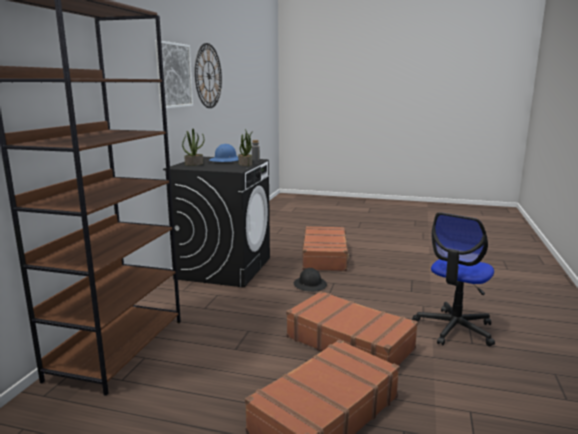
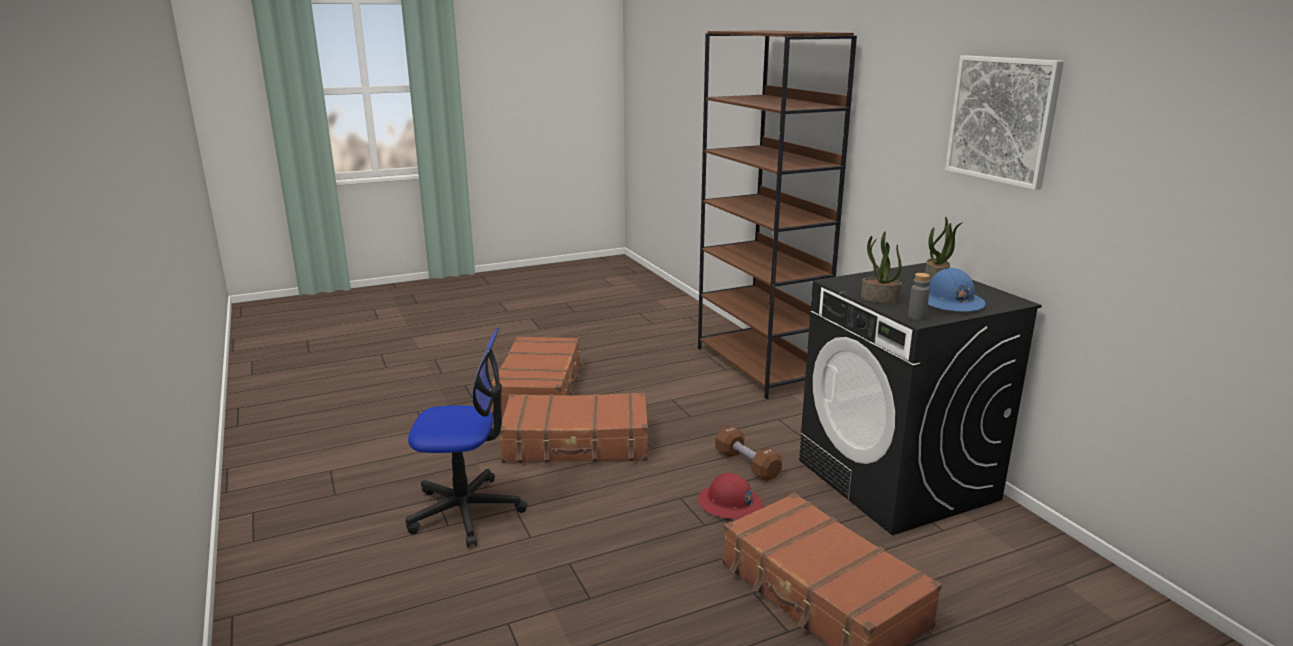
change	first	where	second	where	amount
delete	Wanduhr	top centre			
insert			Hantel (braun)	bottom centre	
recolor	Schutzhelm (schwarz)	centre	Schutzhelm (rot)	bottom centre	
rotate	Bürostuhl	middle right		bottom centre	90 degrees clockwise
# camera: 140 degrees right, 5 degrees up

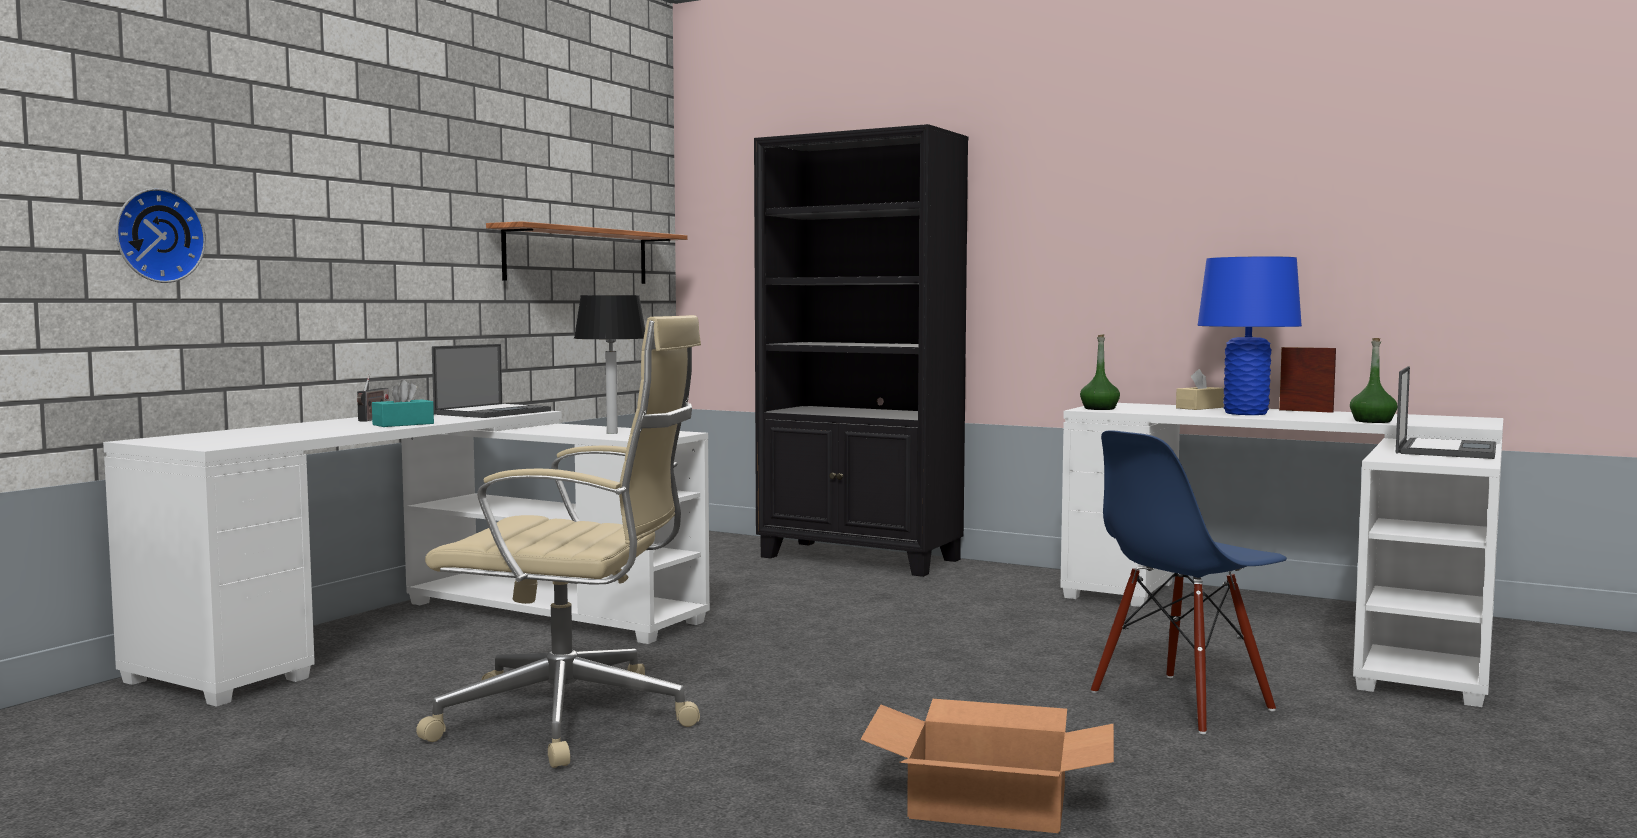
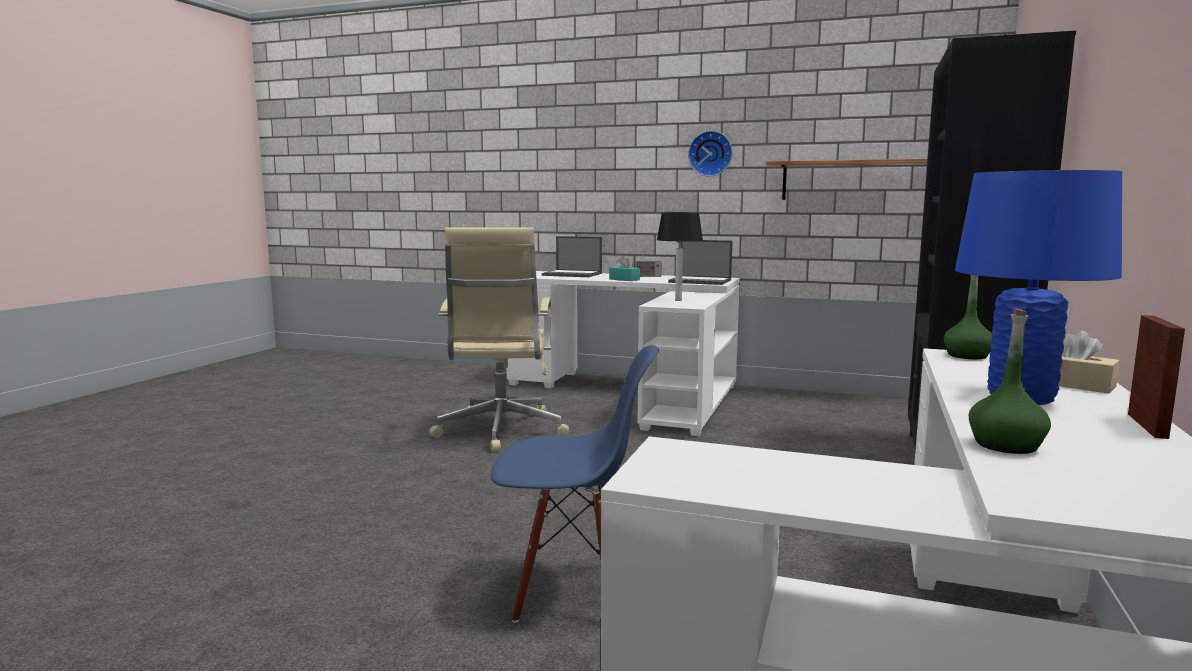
change	first	where	second	where	amount
delete	Karton	bottom centre			
move	Wanduhr	top left		top centre	
move	Laptop (2nd from left in the first image)	middle right	Laptop (1st from left)	centre	
rotate	Stuhl (blau)	bottom right		bottom centre	135 degrees clockwise
# camera: 80 degrees right, 5 degrees up

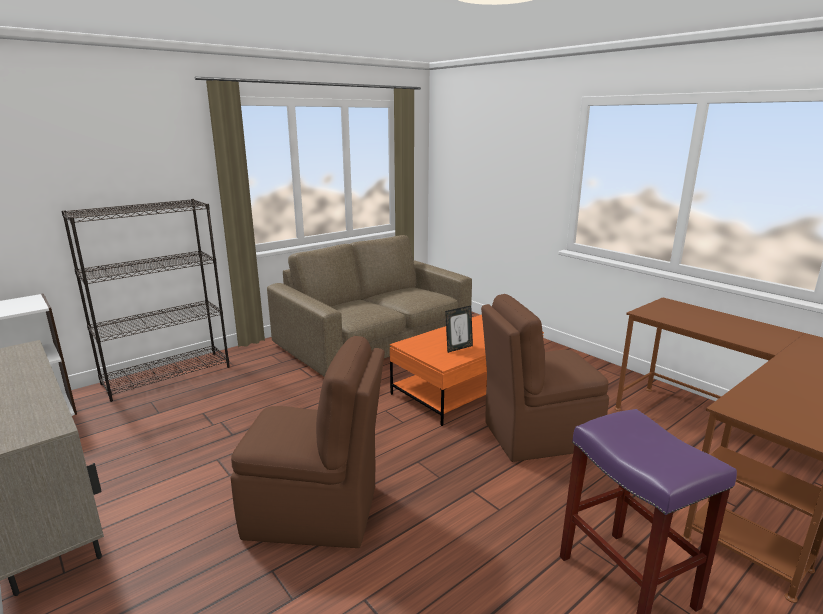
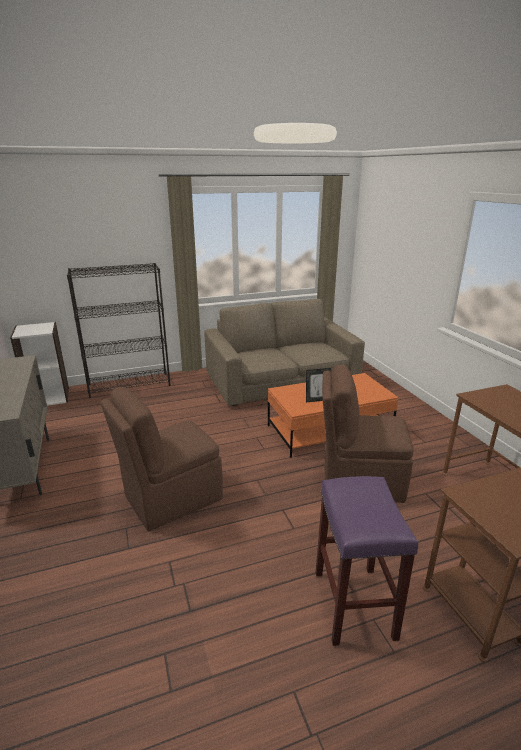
change	first	where	second	where	amount
rotate	Stuhl (braun) (1st from left)	bottom centre		middle left	120 degrees clockwise
# camera: 20 degrees right, 5 degrees up

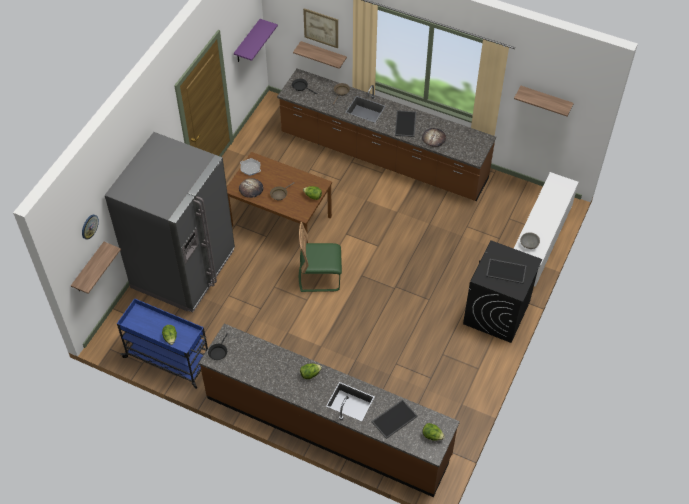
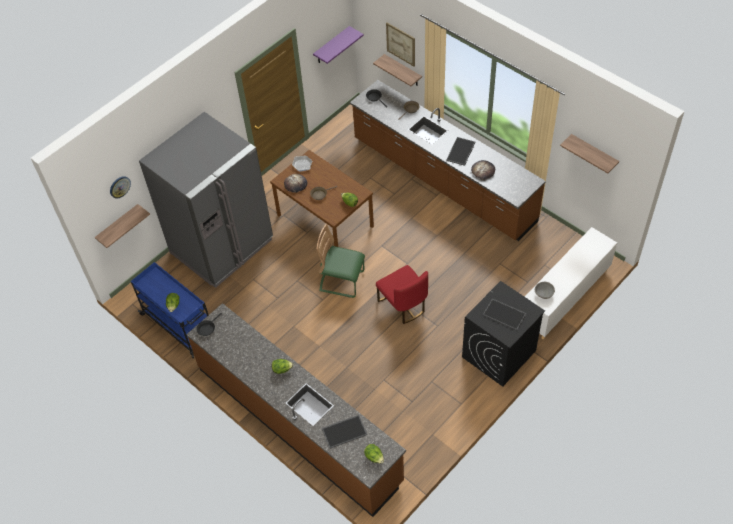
change	first	where	second	where	amount
insert			Stuhl (rot)	centre	
# camera: 20 degrees right, 0 degrees up

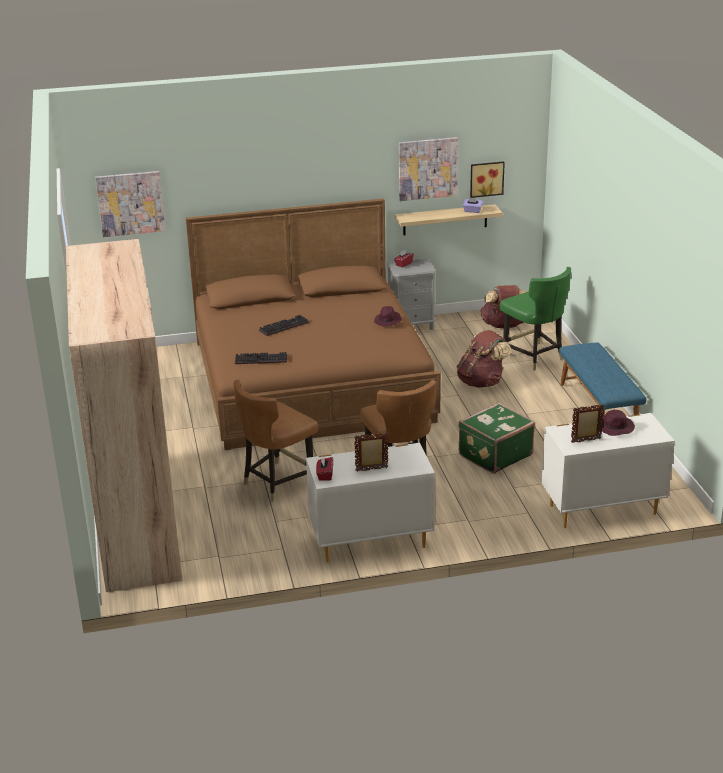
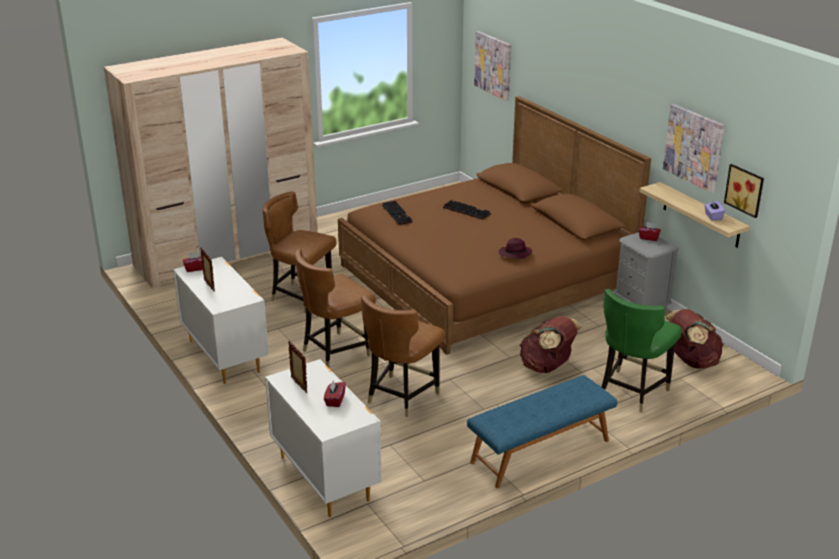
change	first	where	second	where	amount
replace	Koffer (grün)	middle right	Stuhl (braun) (3rd from left)	centre	
replace	Hut (lila) (2nd from left)	middle right	Taschentuchbox (rot) (2nd from left)	bottom centre	
# camera: 70 degrees right, 0 degrees up

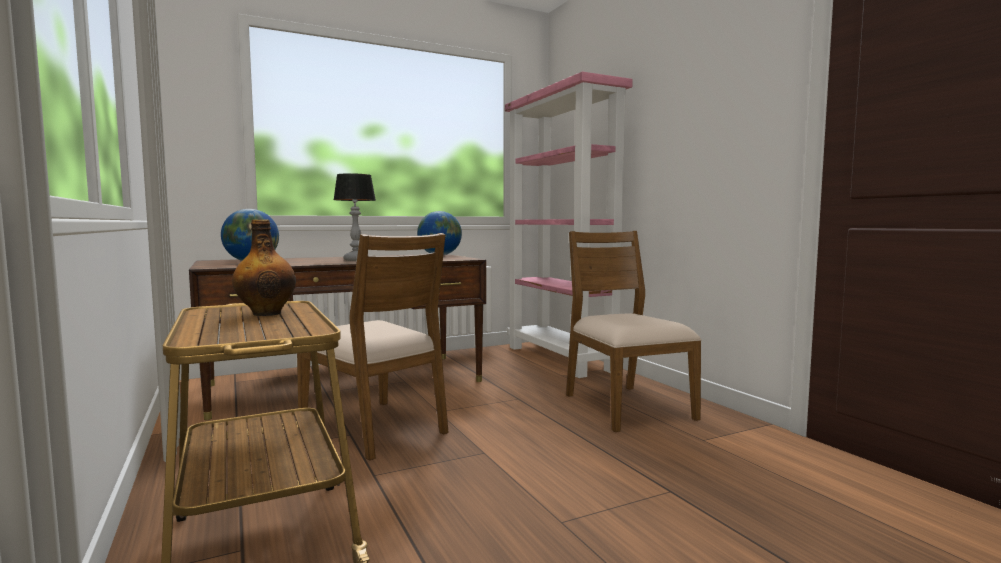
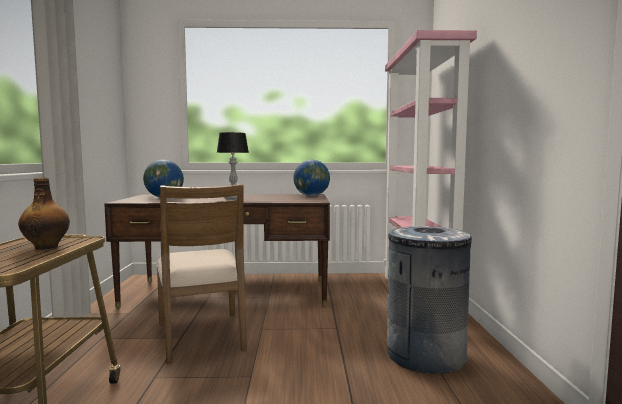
change	first	where	second	where	amount
replace	Stuhl (braun) (2nd from left)	centre	Mülleimer (grau)	bottom right	
# camera: 25 degrees right, 0 degrees up

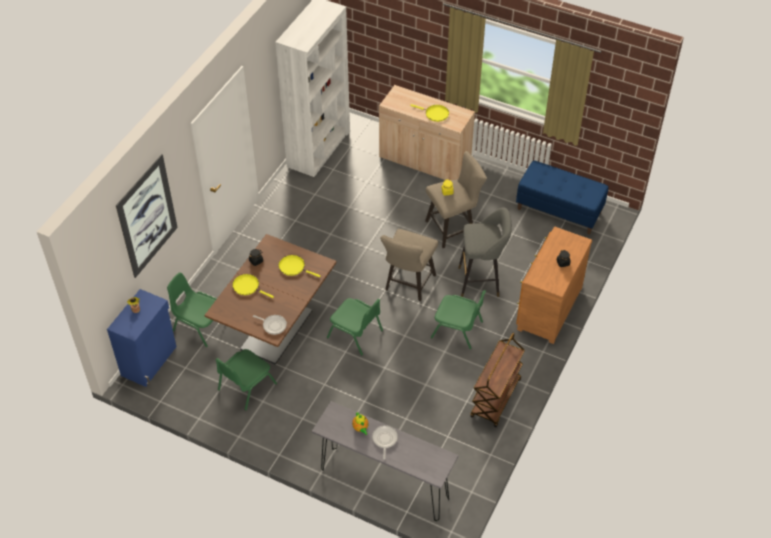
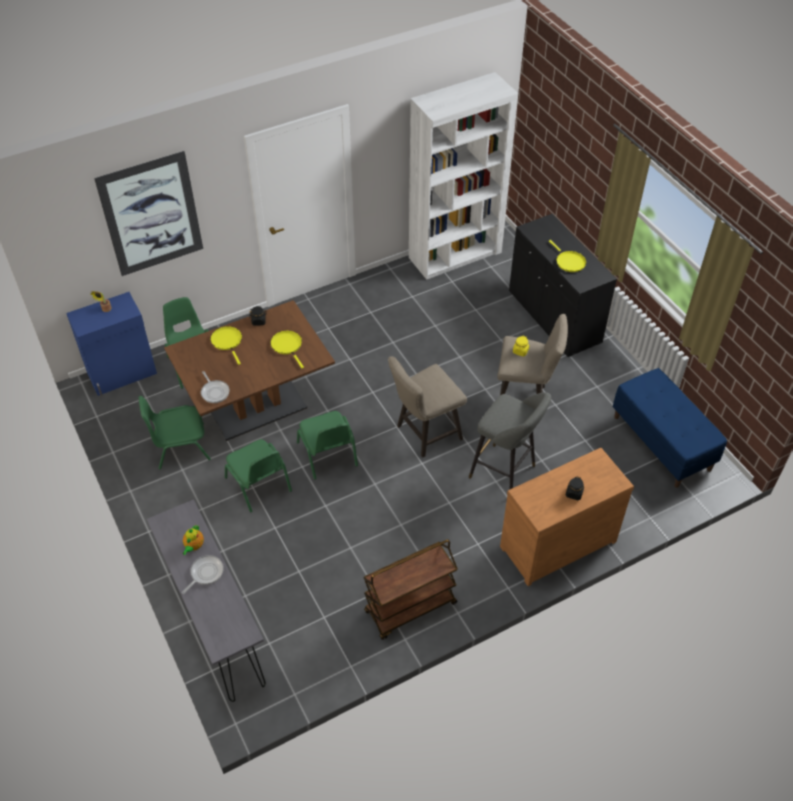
change	first	where	second	where	amount
move	Stuhl (grün) (4th from left in the first image)	centre	Stuhl (grün) (3rd from left)	middle left	
recolor	Schrank (beige)	top centre	Schrank (schwarz)	middle right	
# camera: 35 degrees right, 0 degrees up

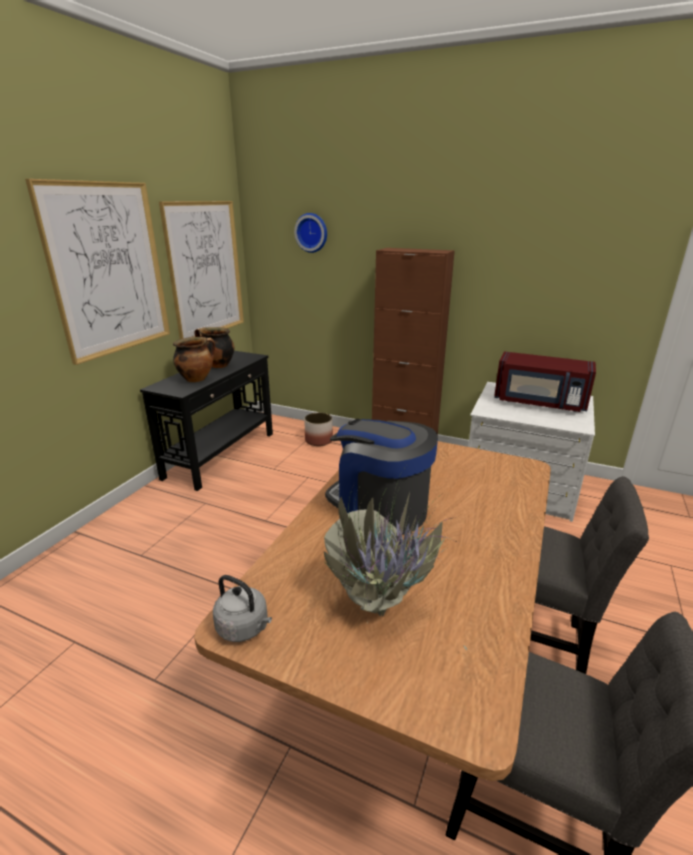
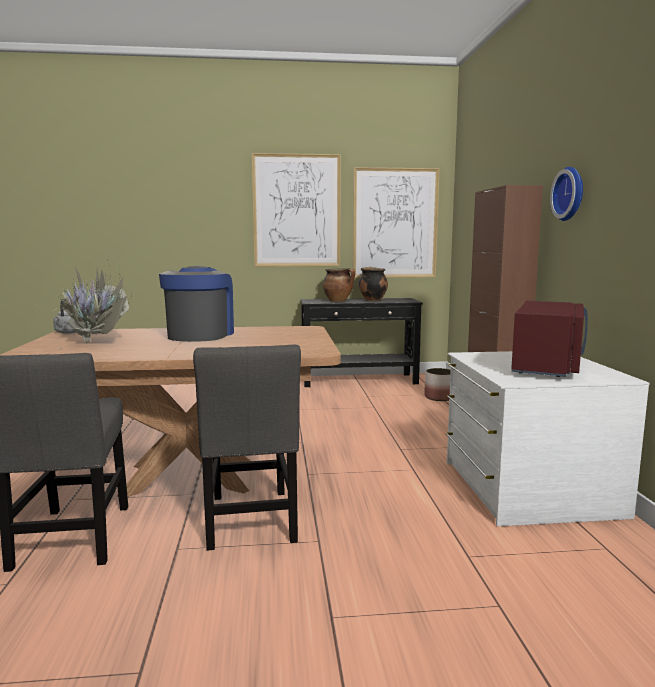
change	first	where	second	where	amount
move	Wanduhr	top centre		top right	
rotate	Mikrowelle (rot)	middle right		middle right	150 degrees counterclockwise
# camera: 60 degrees right, 15 degrees down

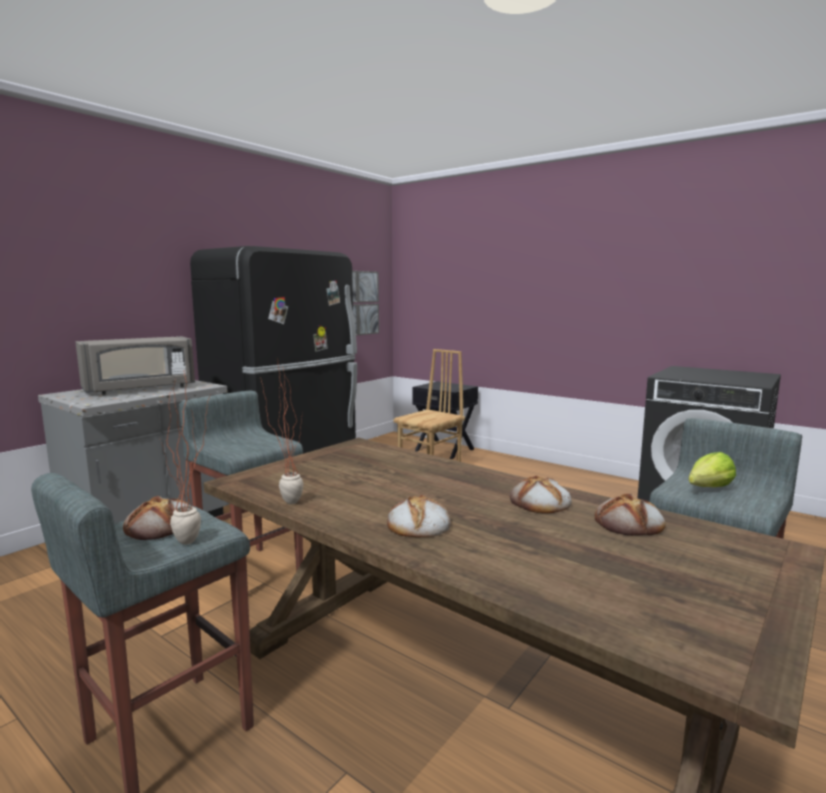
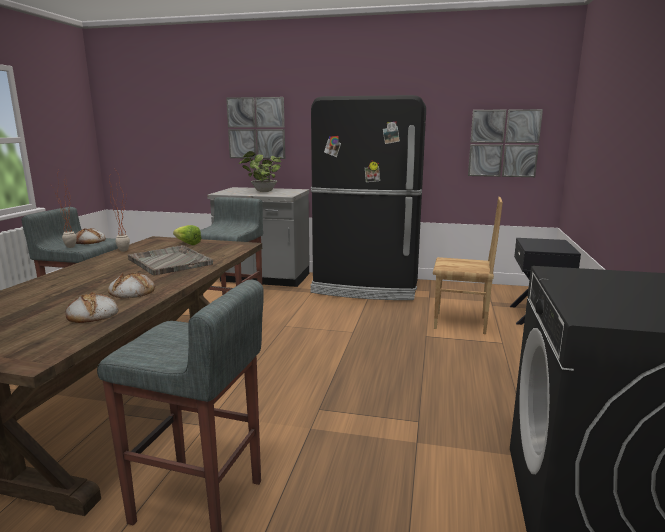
change	first	where	second	where	amount
delete	Brot (2nd from left)	centre			
insert			Tablett (grau)	middle left	
insert			Bild (1st from left)	top centre	
move	Salatkopf	middle right		middle left	
replace	Mikrowelle (grau)	middle left	Topfpflanze (3rd from left)	top centre	
# camera: 65 degrees right, 5 degrees up

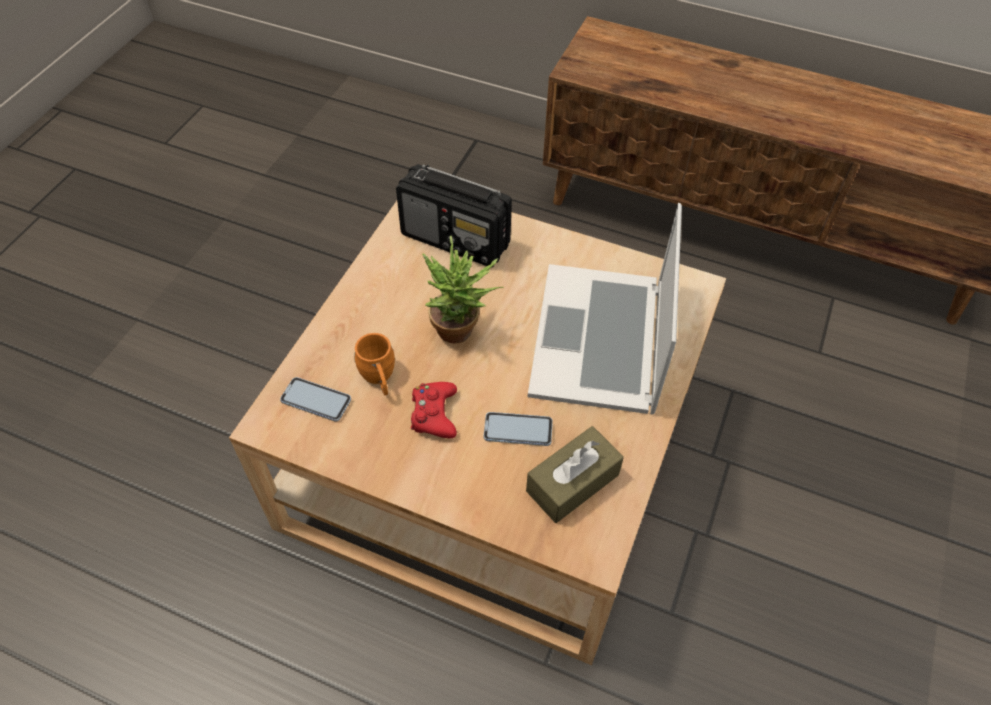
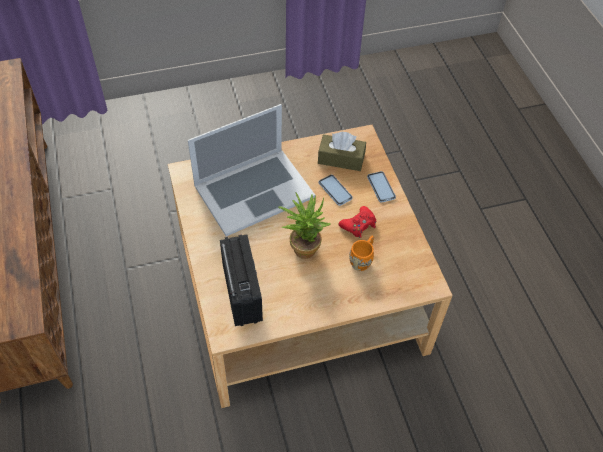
change	first	where	second	where	amount
move	Handy (1st from left in the first image)	middle left	Handy (2nd from left)	centre	
# camera: 130 degrees left, 0 degrees up

